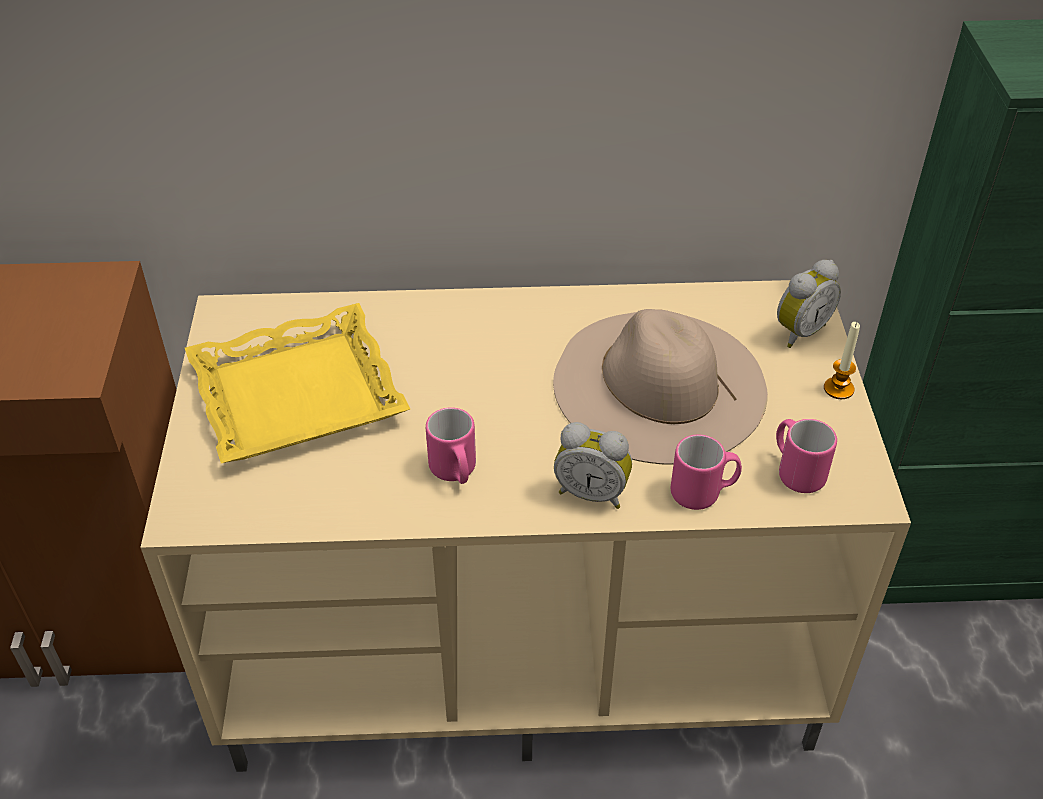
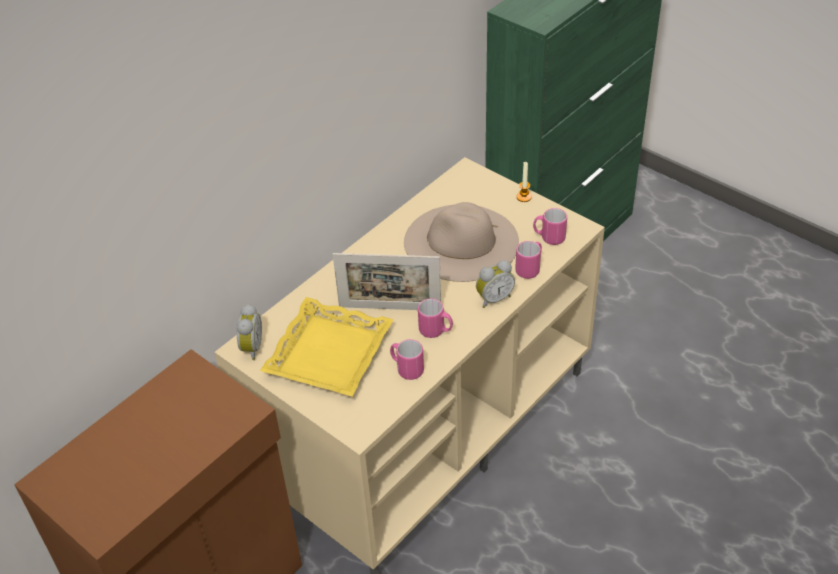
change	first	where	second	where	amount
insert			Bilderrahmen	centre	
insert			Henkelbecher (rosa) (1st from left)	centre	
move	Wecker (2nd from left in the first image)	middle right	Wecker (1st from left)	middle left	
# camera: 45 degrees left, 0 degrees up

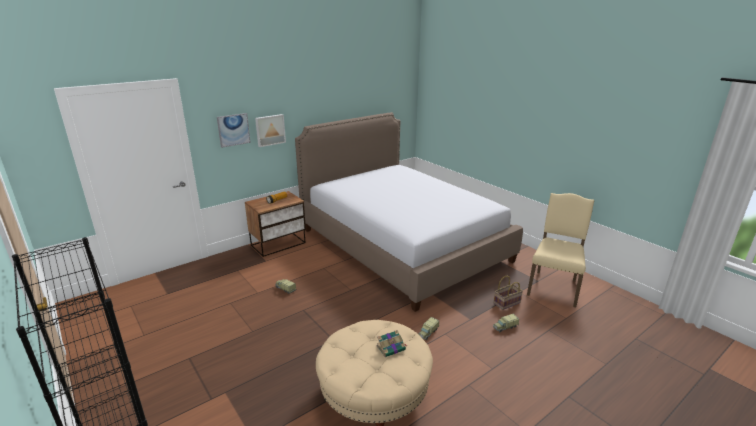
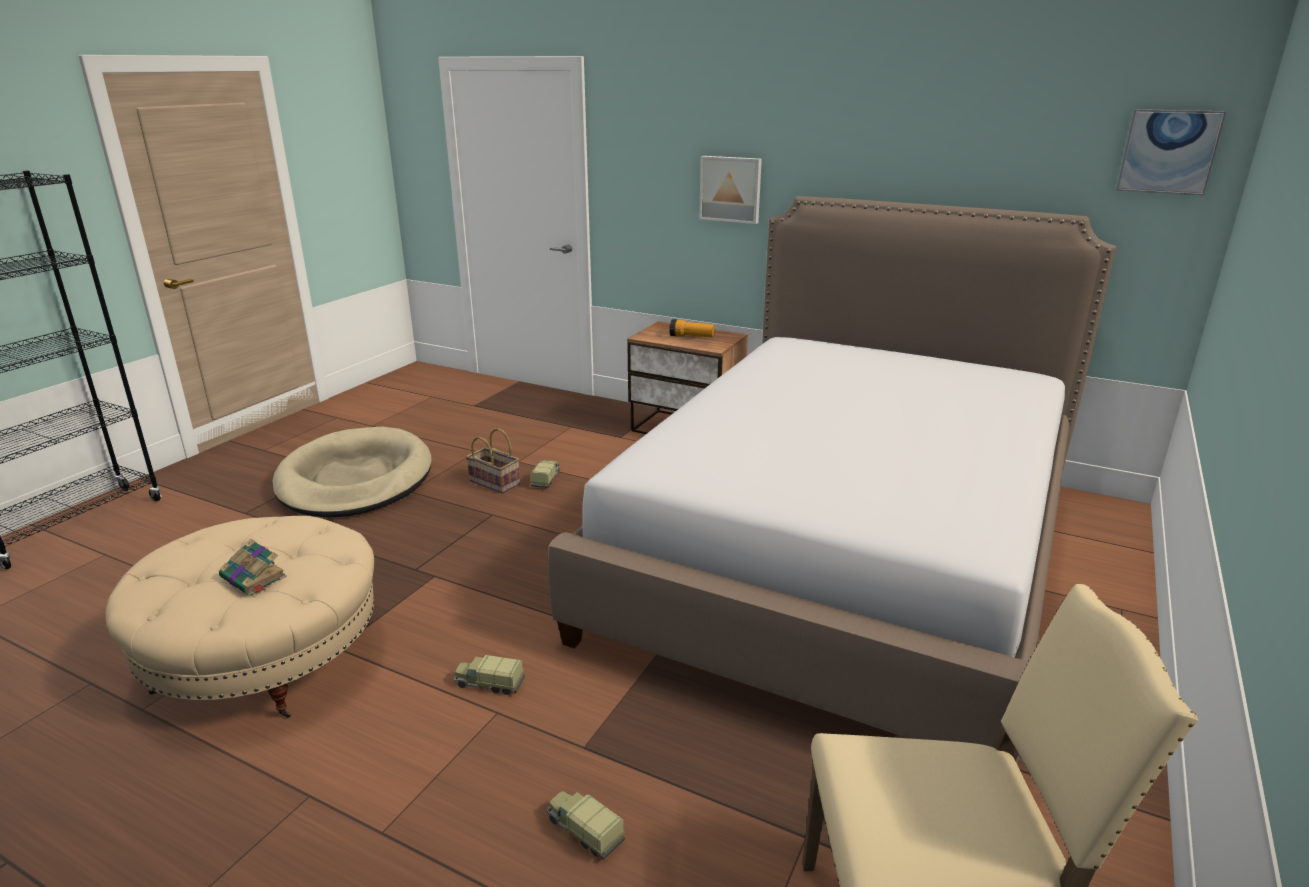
change	first	where	second	where	amount
insert			Hundebett (beige)	middle left	
move	Bild (1st from left in the first image)	top left	Bild (2nd from left)	top right	
move	Korb	bottom right		centre	
# camera: 65 degrees right, 0 degrees up

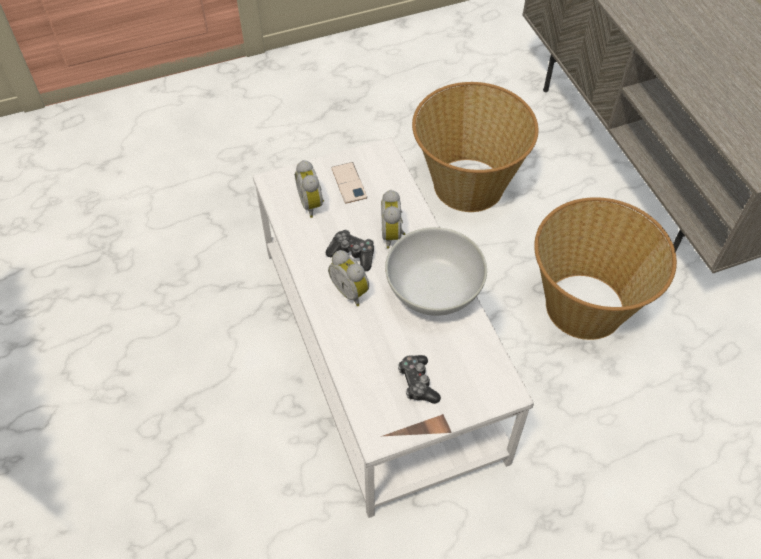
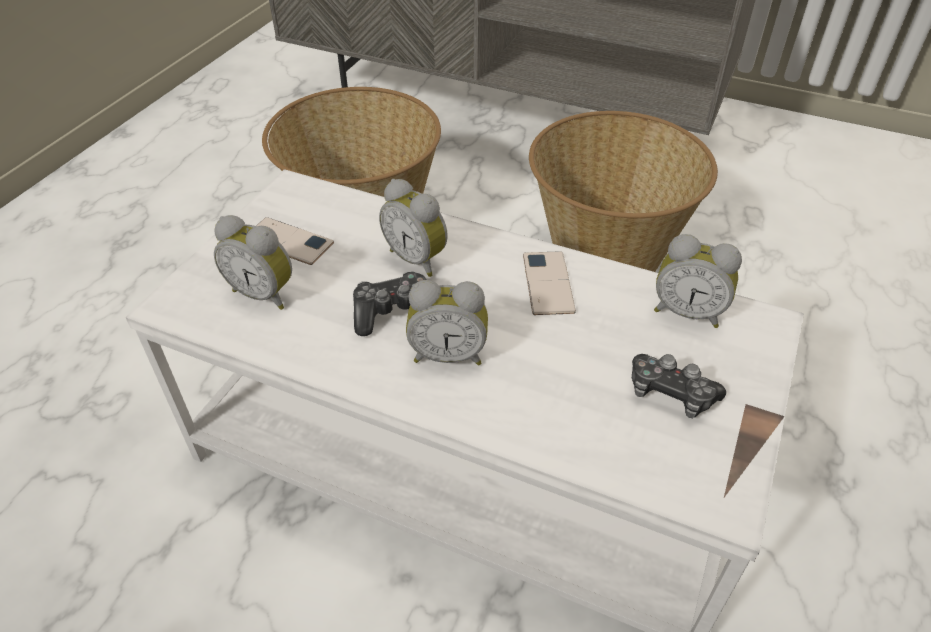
change	first	where	second	where	amount
insert			Wecker (4th from left)	middle right	
replace	Schüssel (weiß)	centre	Handy (2nd from left)	centre	
# camera: 45 degrees left, 10 degrees down

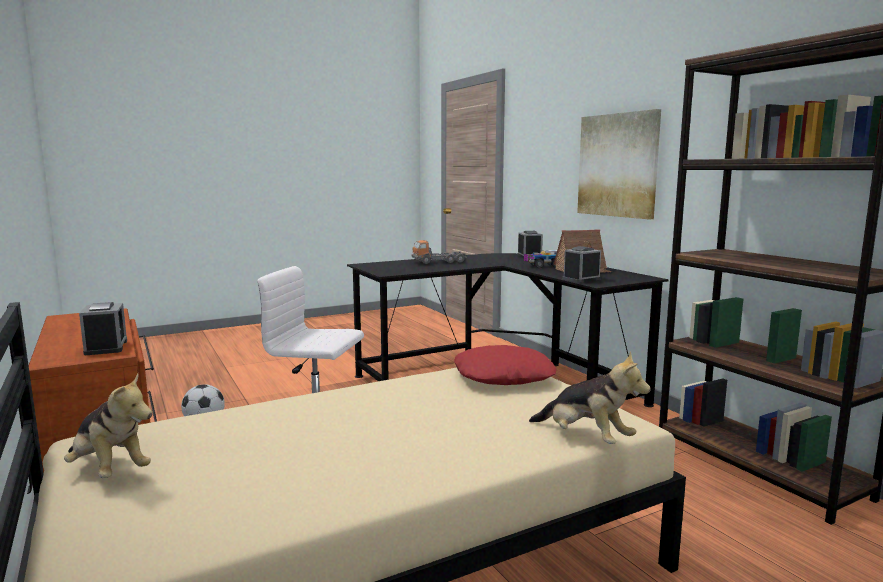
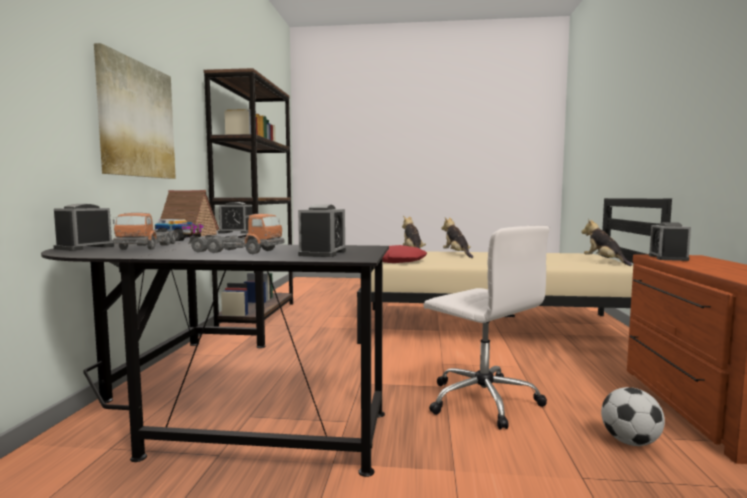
change	first	where	second	where	amount
insert			Spielzeuglaster (1st from left)	middle left	
insert			Wecker (3rd from left)	centre	
insert			Plüschtier (2nd from left)	centre	
# camera: 145 degrees left, 5 degrees down

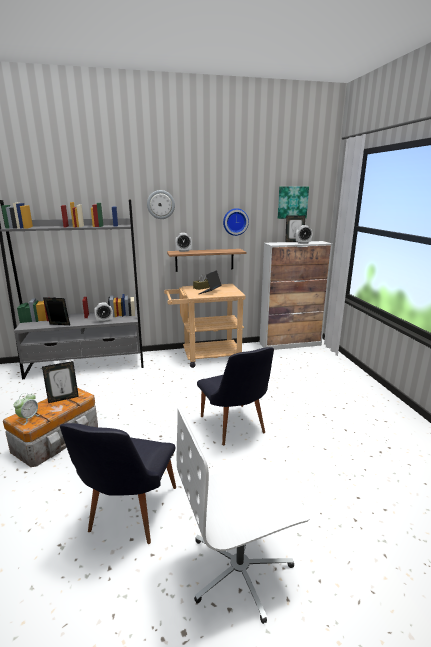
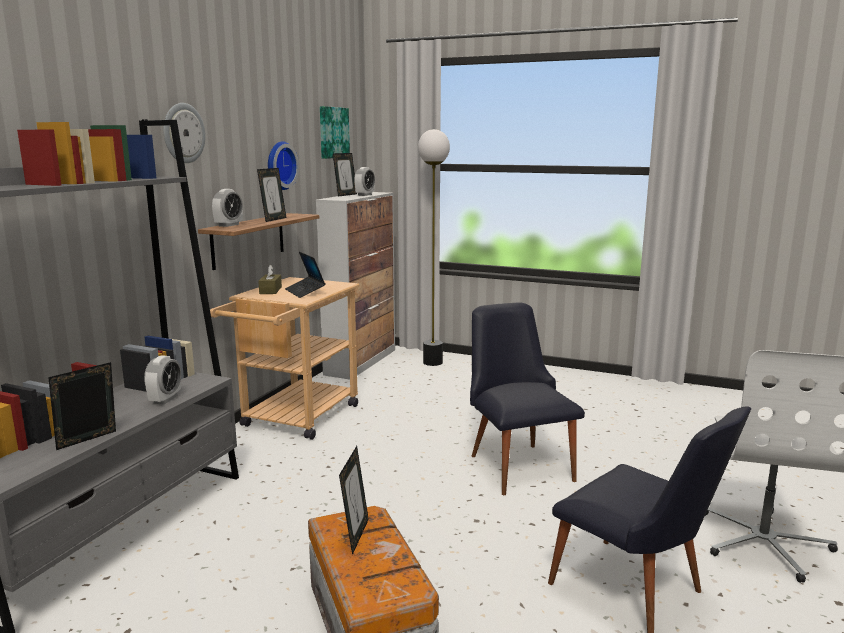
change	first	where	second	where	amount
delete	Wecker (1st from left)	middle left			
insert			Bilderrahmen (2nd from left)	top left	
insert			Stehlampe	centre	
rotate	Stuhl (schwarz) (2nd from left in the first image)	centre	Stuhl (schwarz) (1st from left)	centre	120 degrees counterclockwise
# camera: 55 degrees left, 5 degrees down

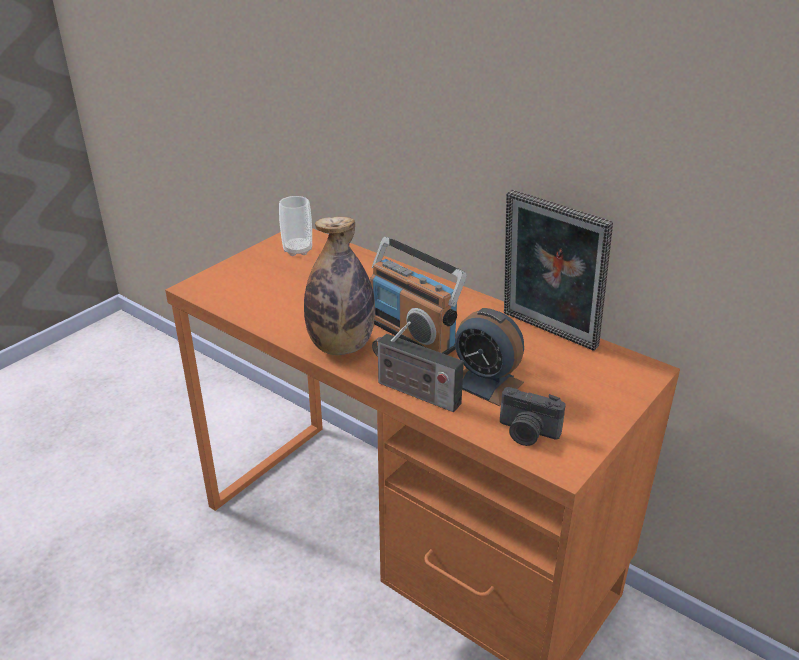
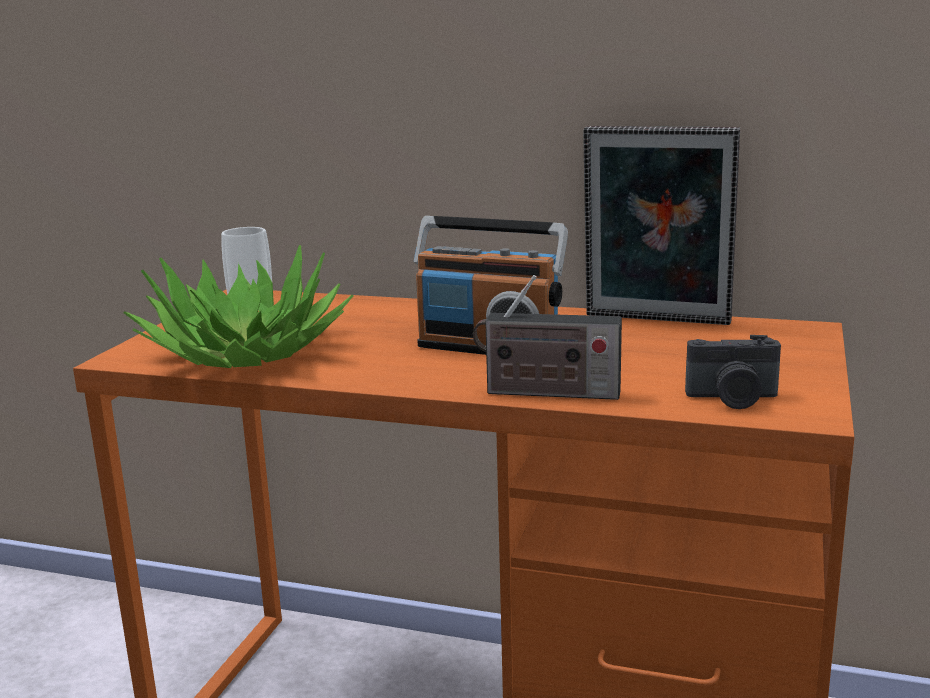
change	first	where	second	where	amount
delete	Flasche	centre			
delete	Wecker	centre			
insert			Topfpflanze	middle left	
# camera: 20 degrees left, 15 degrees down

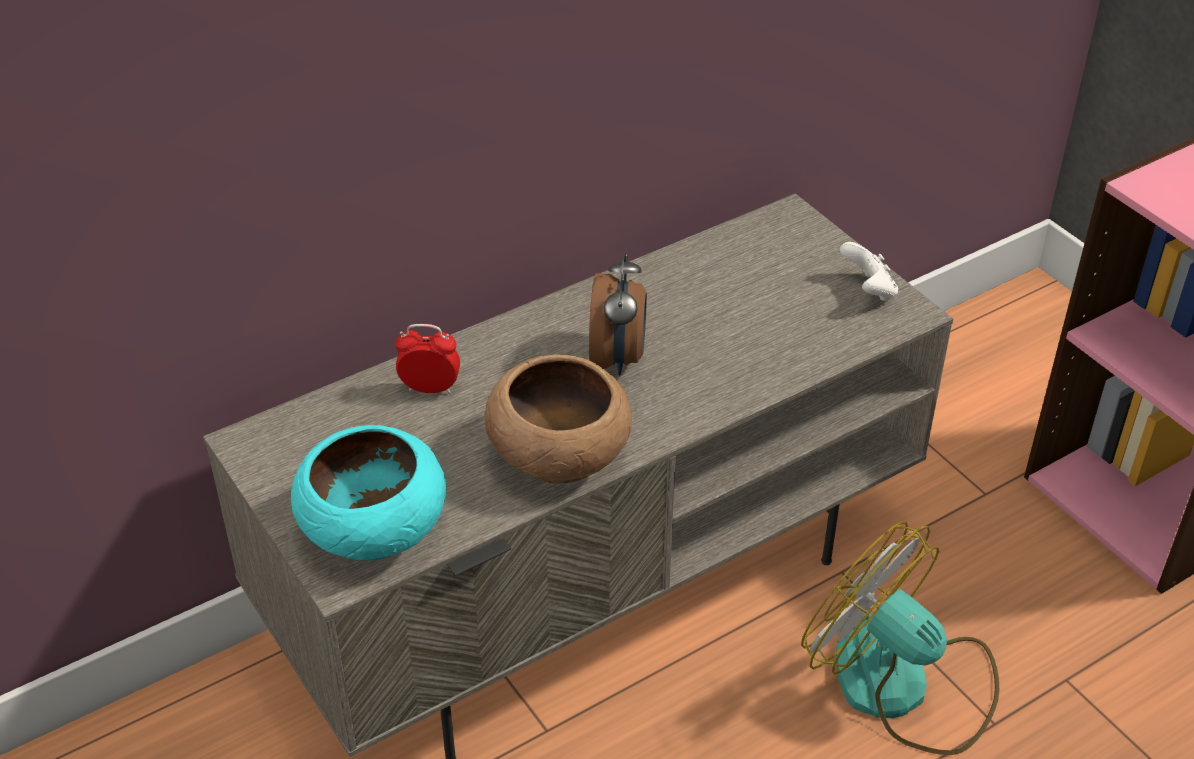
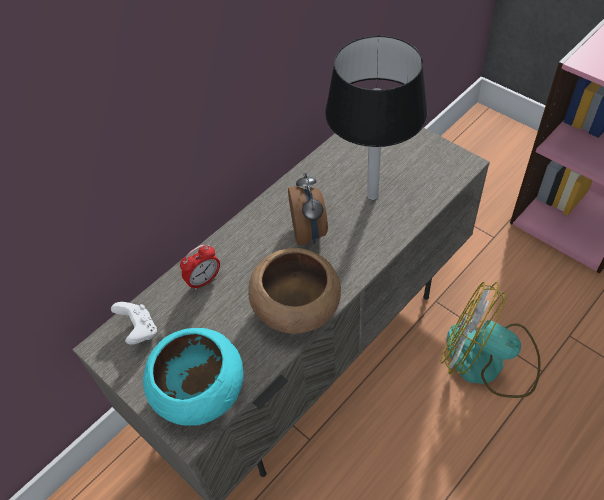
change	first	where	second	where	amount
insert			Tischlampe (schwarz)	top centre	
move	Gamepad (weiß)	middle right		middle left	
rotate	Wecker (1st from left)	centre		middle left	150 degrees clockwise
# camera: 10 degrees left, 10 degrees up

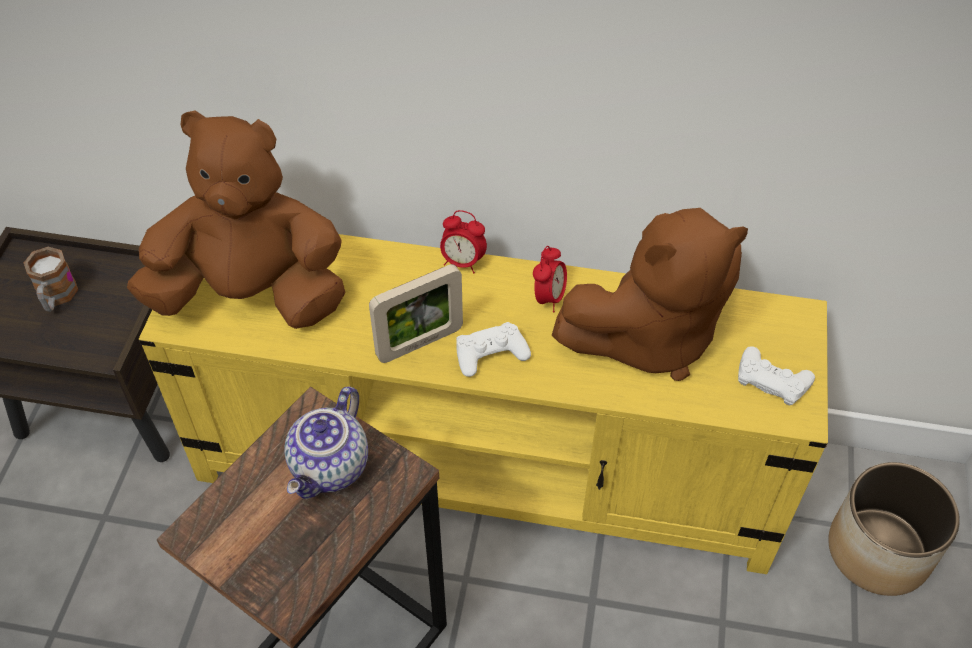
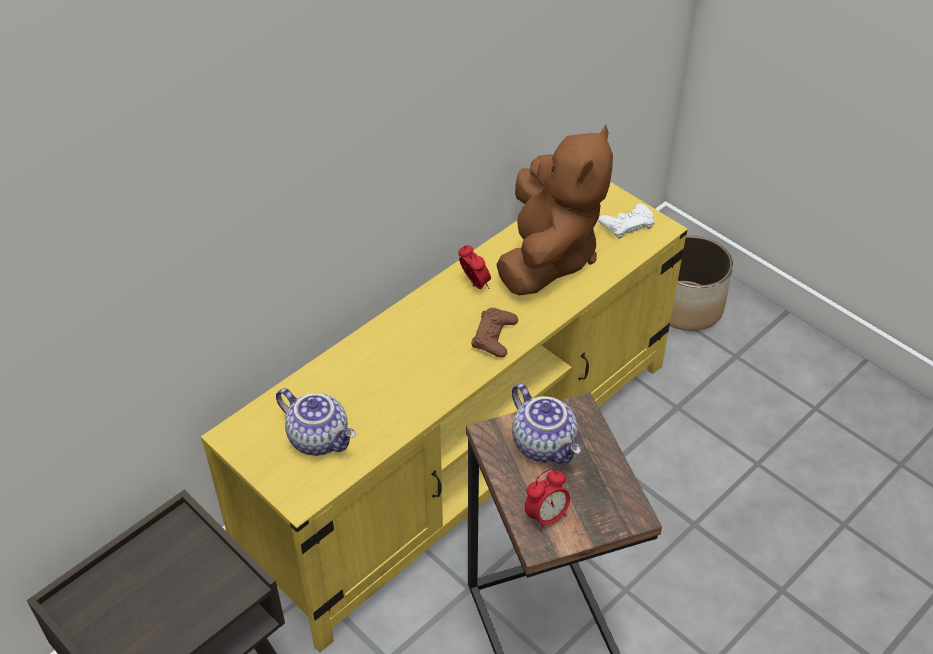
change	first	where	second	where	amount
delete	Henkelbecher	middle left			
delete	Bilderrahmen	centre			
move	Wecker (1st from left in the first image)	centre	Wecker (2nd from left)	bottom centre	
replace	Plüschtier (braun) (1st from left)	middle left	Teekanne (1st from left)	centre	
recolor	Gamepad (weiß) (1st from left)	centre	Gamepad (braun)	centre	
# camera: 55 degrees left, 5 degrees down

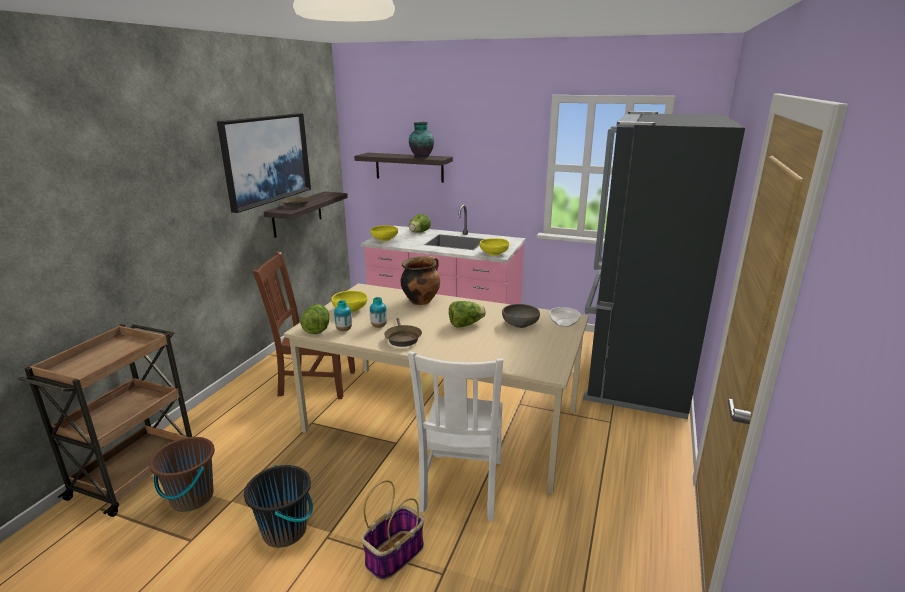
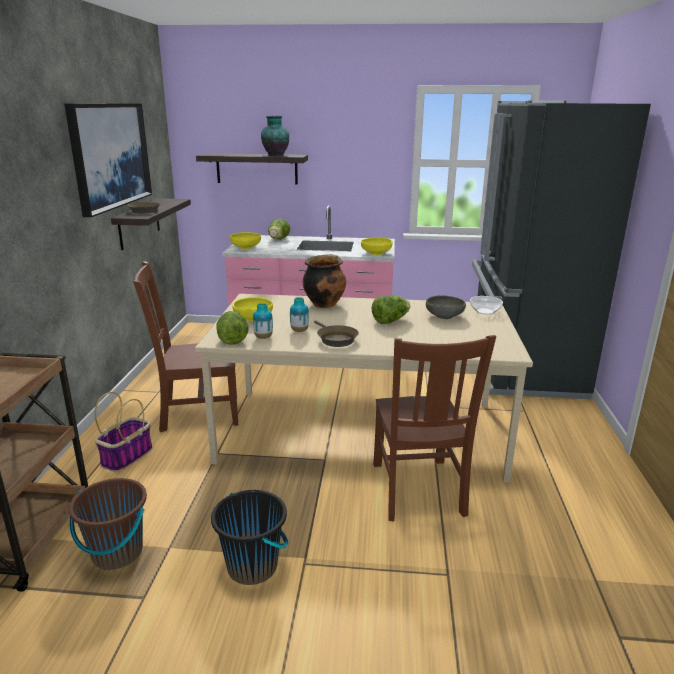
change	first	where	second	where	amount
move	Korb	bottom centre		middle left	
recolor	Stuhl (weiß)	bottom centre	Stuhl (braun) (2nd from left)	centre	
# camera: 15 degrees left, 0 degrees up

